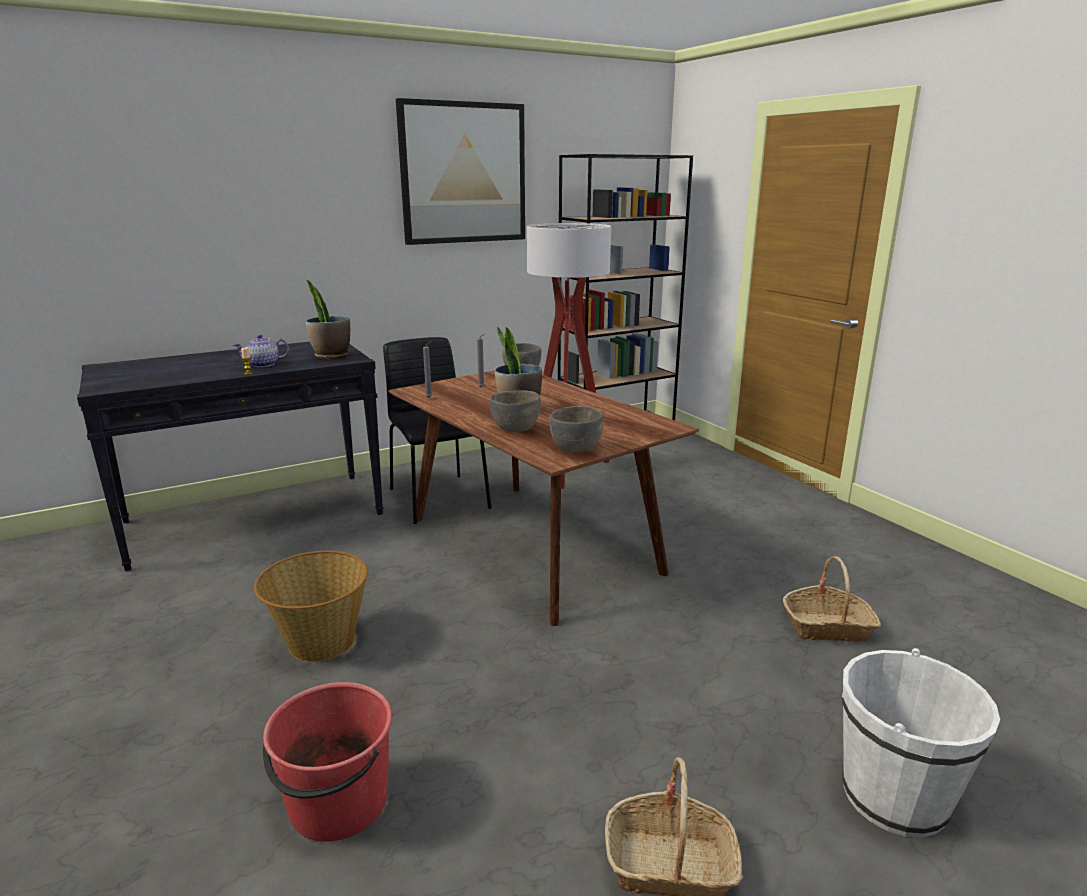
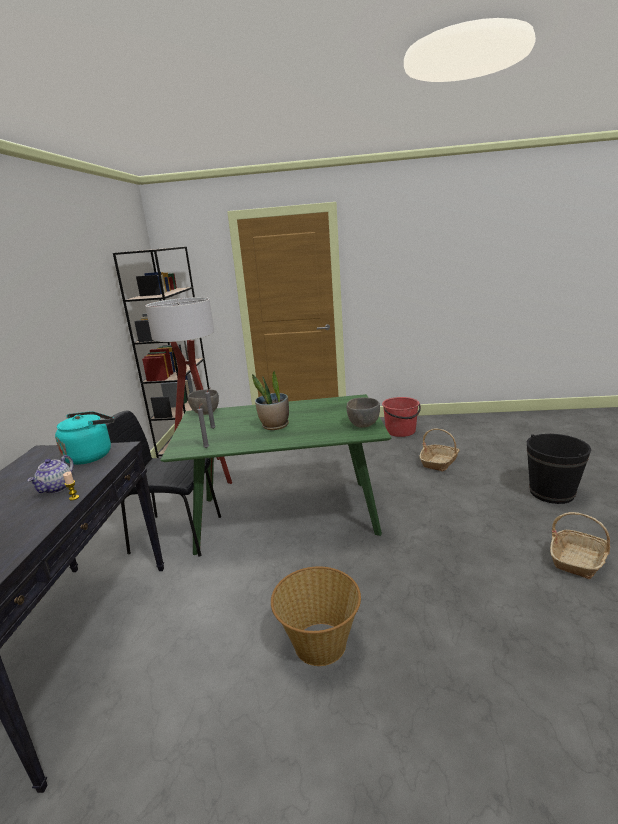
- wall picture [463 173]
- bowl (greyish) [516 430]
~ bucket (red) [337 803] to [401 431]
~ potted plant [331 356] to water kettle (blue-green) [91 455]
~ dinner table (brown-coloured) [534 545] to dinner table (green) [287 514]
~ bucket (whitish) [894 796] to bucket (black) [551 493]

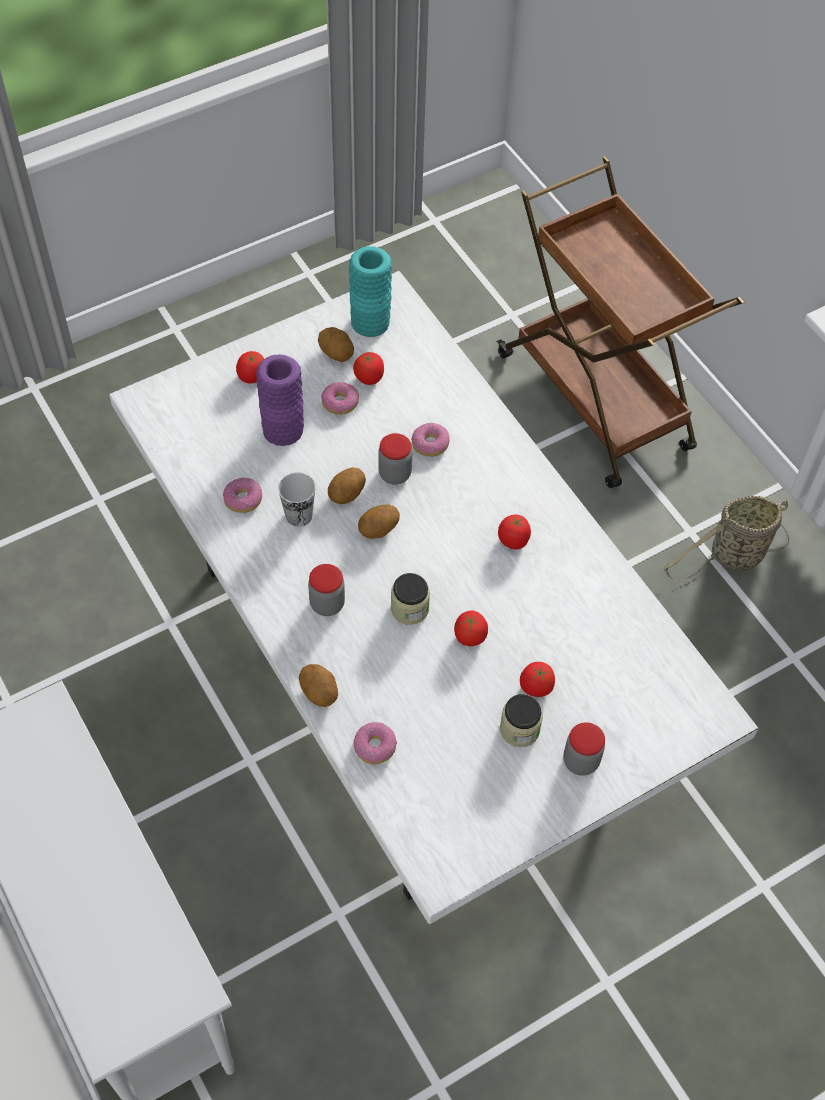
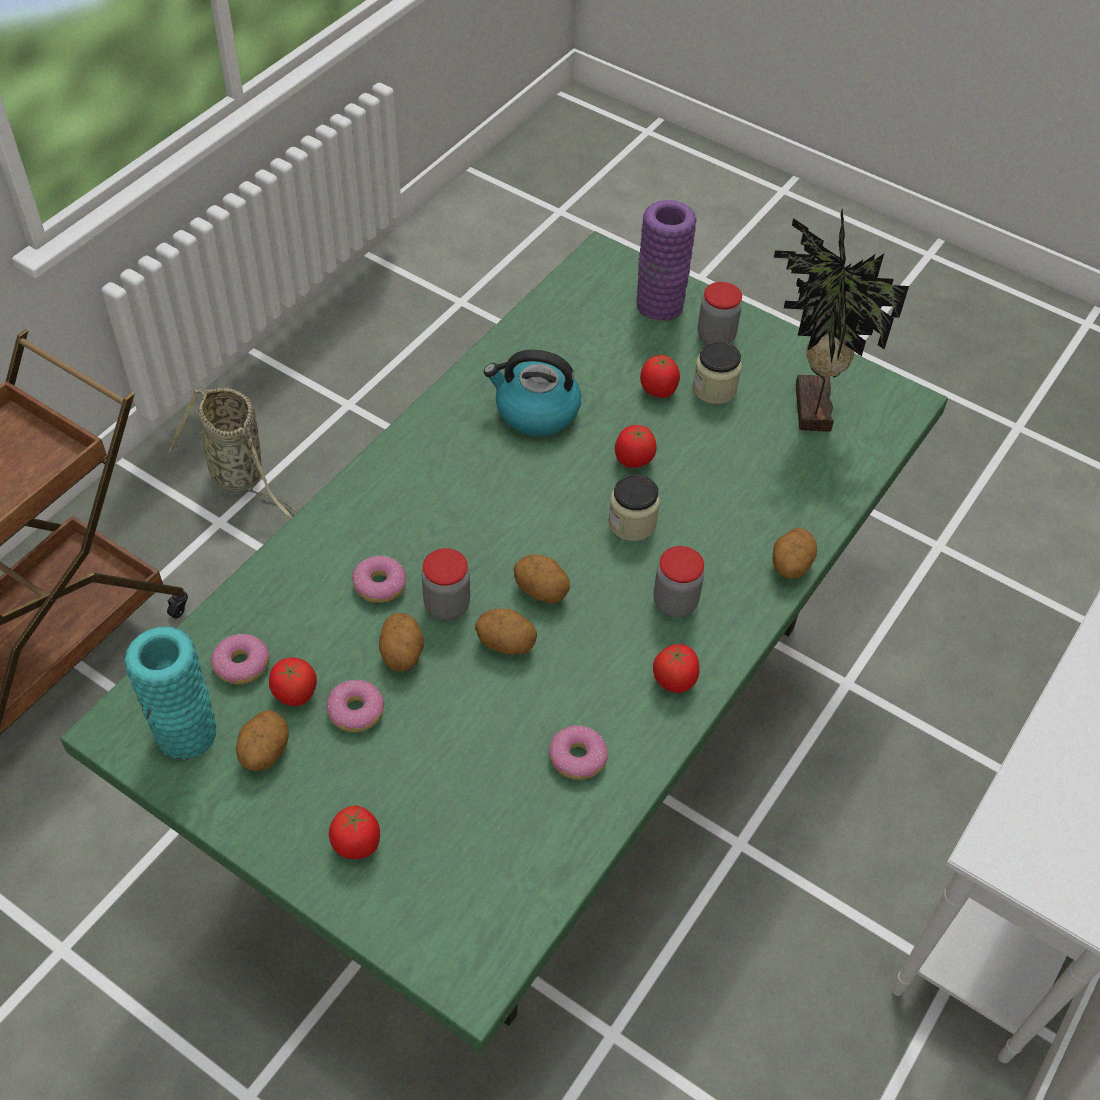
- cup [299 515]
+ spud [402 654]
+ water kettle [535 411]
+ potted plant [808 409]
~ decorative vase (purple-coloured) [283 430] to [659 304]
~ donut [374 746] to [241 665]
~ whole tomato [513 541] to [674 680]
~ dinner table (whitish) [409 675] to dinner table (green) [542 725]

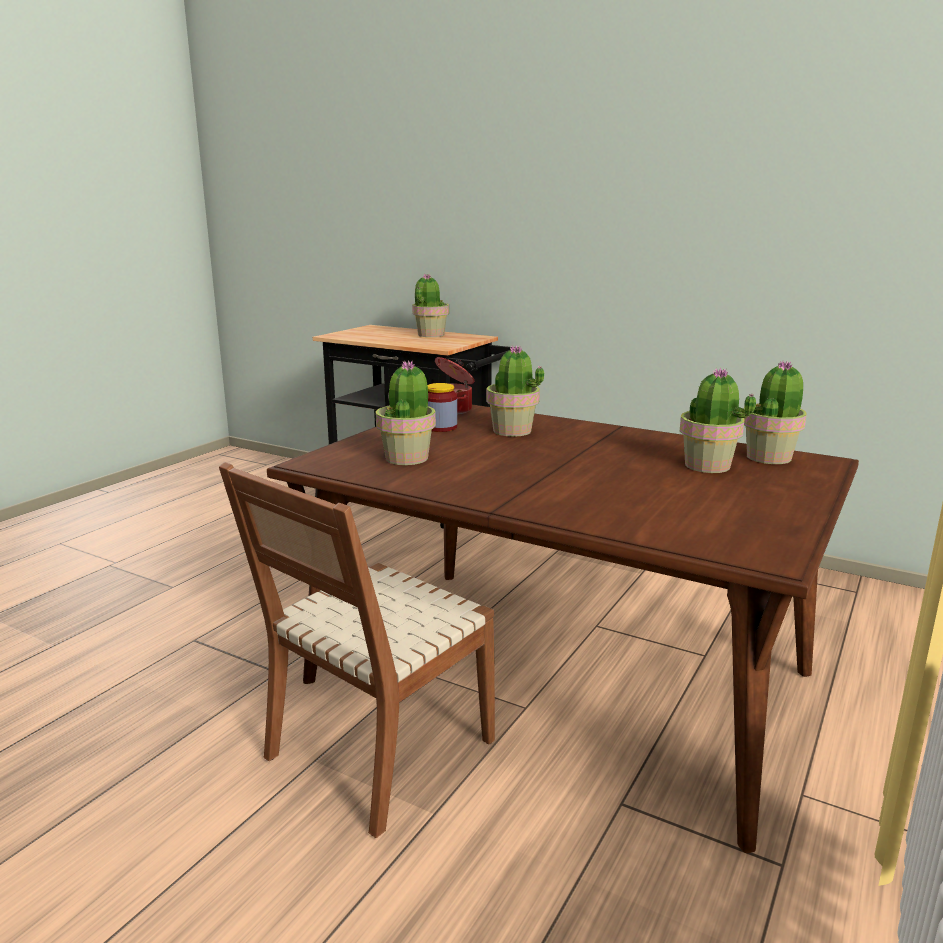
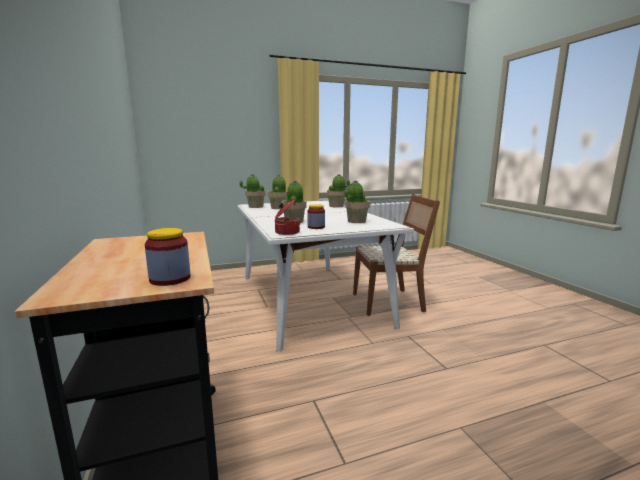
+ preserve jar [170 279]
~ potted plant [430 335] to [336 206]
~ dinner table (brown-coloured) [561 677] to dinner table (whitish) [309 299]

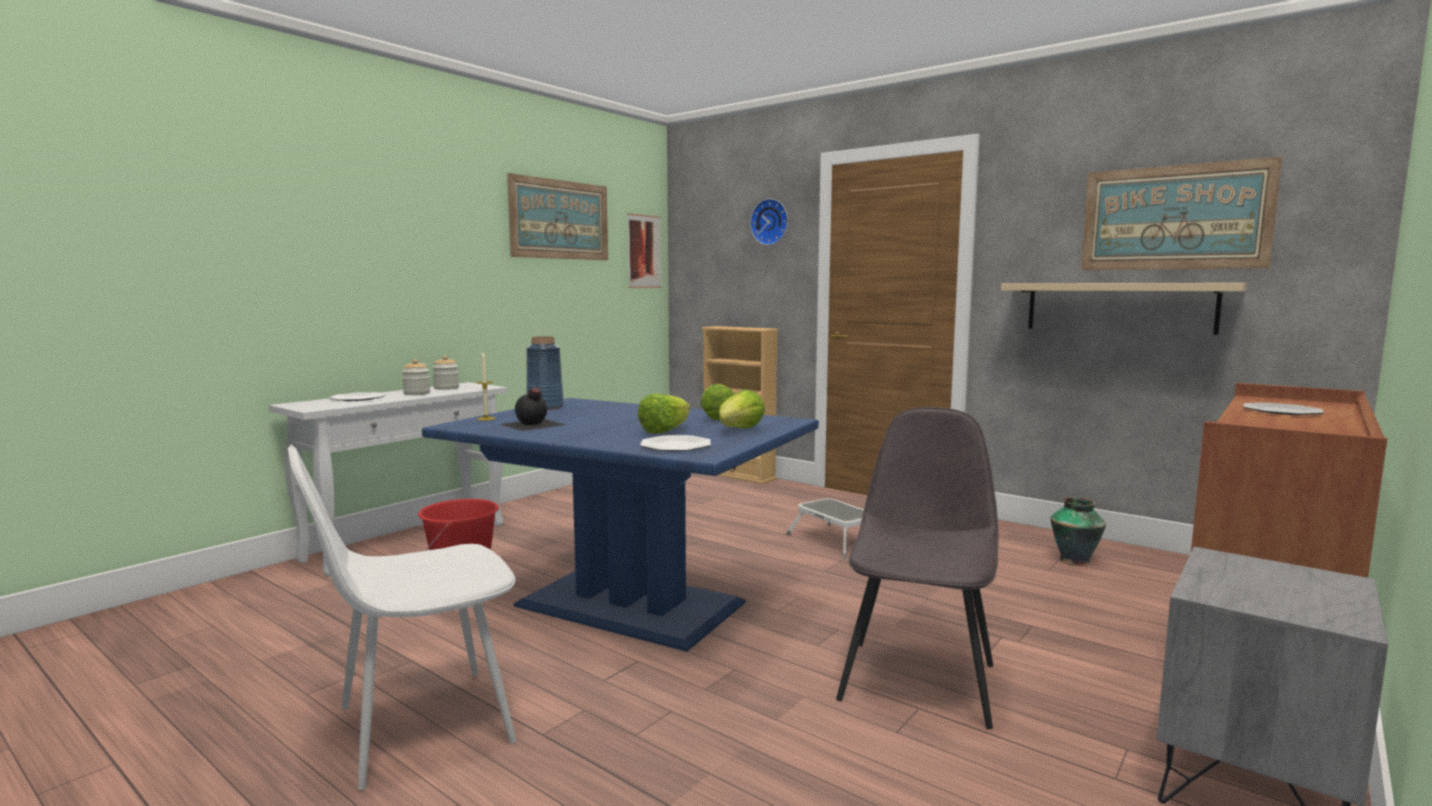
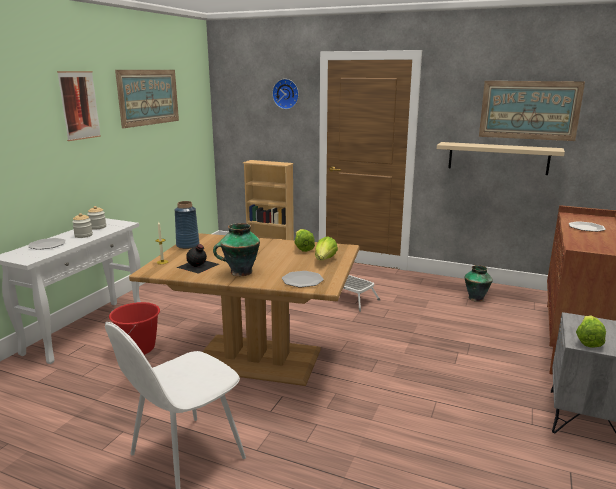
- plain chair (greyish) [918 679]
+ decorative vase [240 272]
~ wall picture [644 251] to [79 105]
~ head of lettuce [665 431] to [588 341]
~ dinner table (blue-coloured) [629 605] to dinner table (brown-coloured) [257 360]

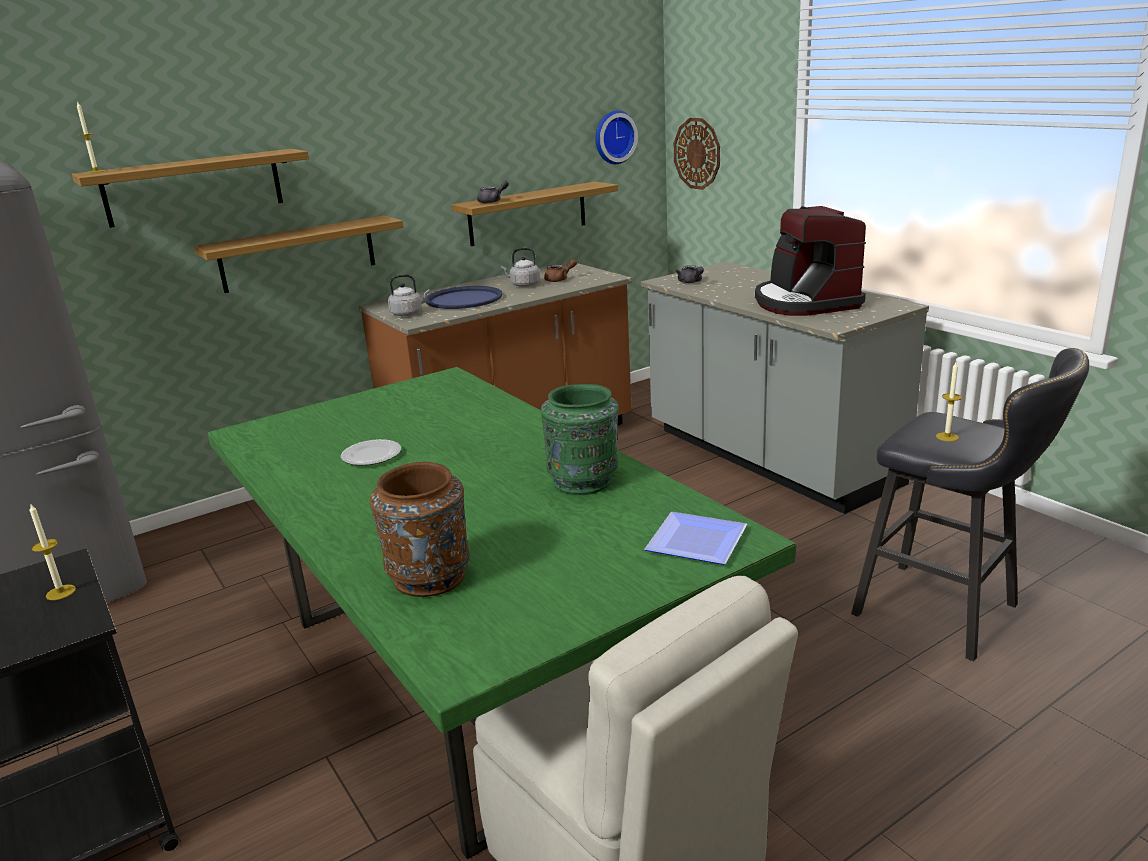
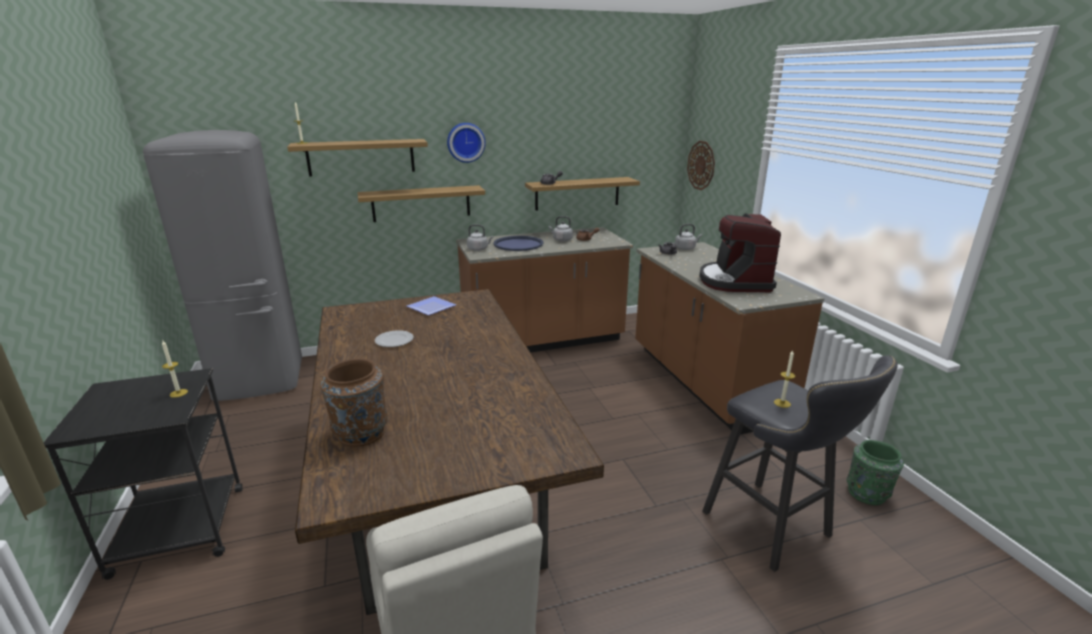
+ water kettle (greyish) [686 248]
~ decorative vase (green) [584 481] to [867 494]
~ wall clock [613 137] to [465 142]
~ flat dish [700 541] to [433 307]
~ dinner table (green) [477 675] to dinner table (brown-coloured) [439 491]
~ kitchen base unit (greyish) [768 458] to kitchen base unit (brown-coloured) [704 382]

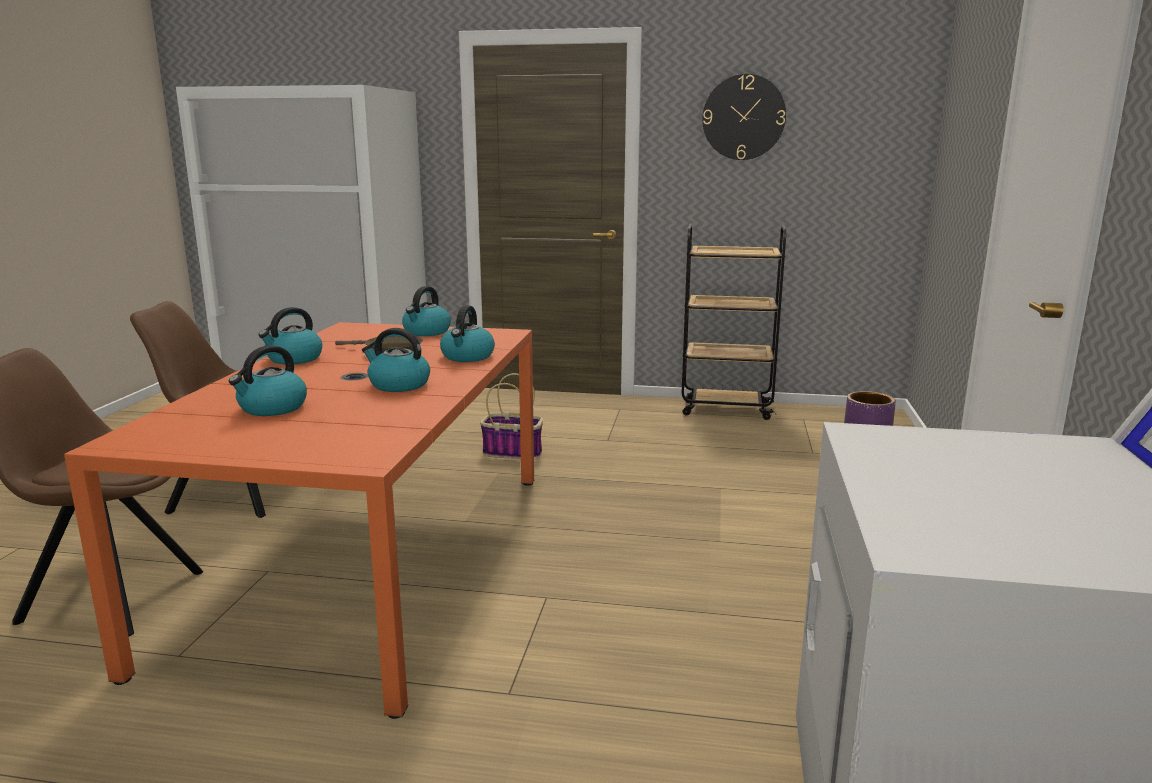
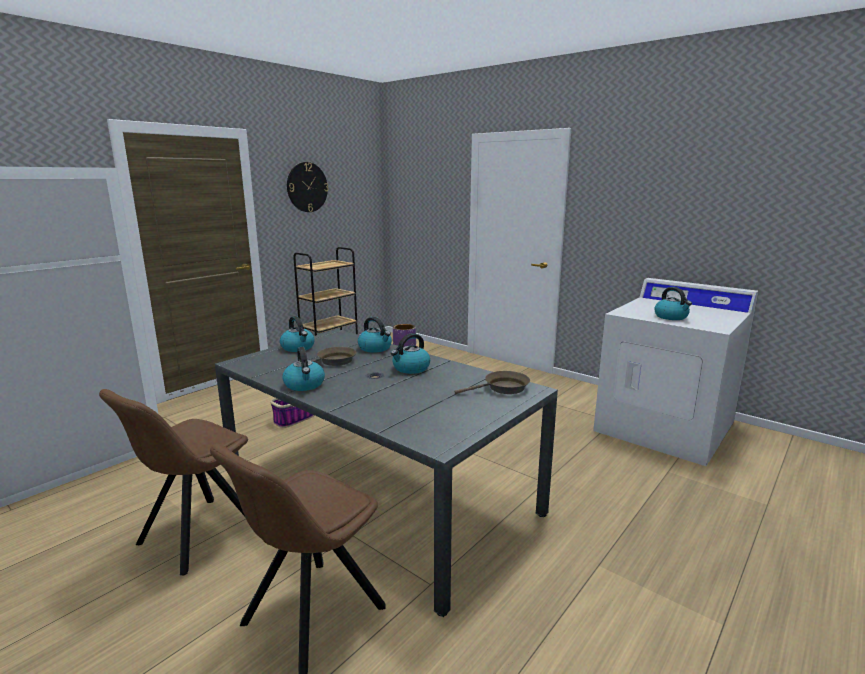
+ frying pan (brown-coloured) [503 388]
~ water kettle [272 408] to [671 317]
~ dinner table (orange) [370 560] to dinner table (greyish) [379 493]

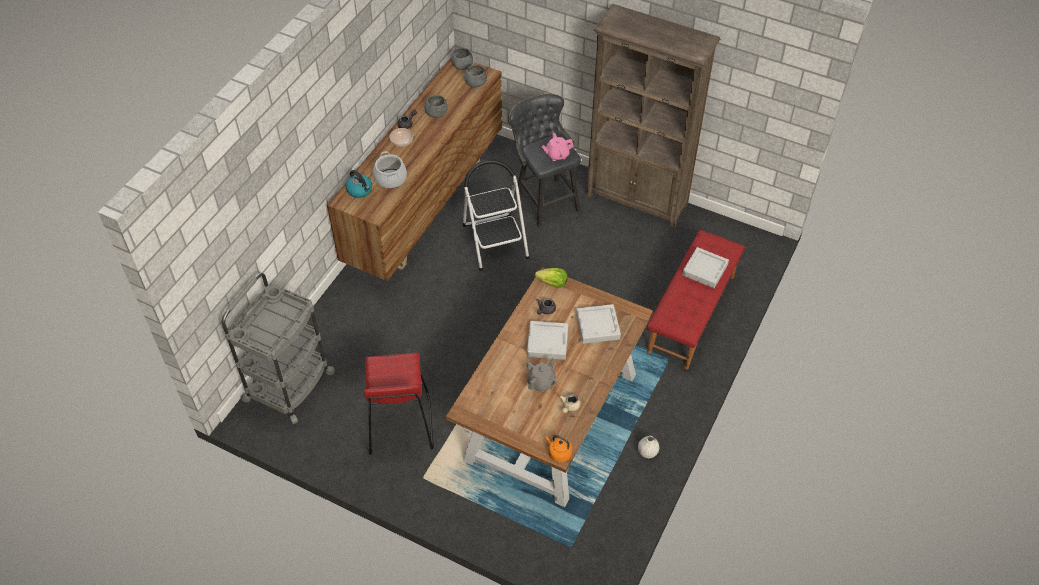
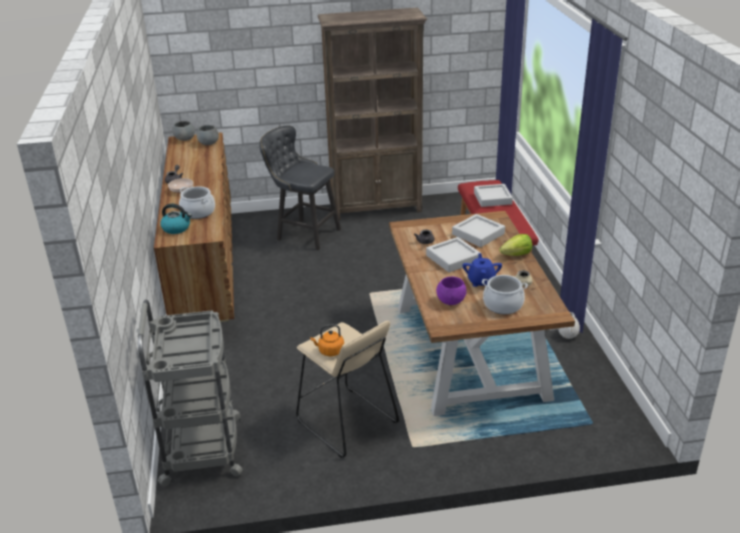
- bowl (greyish) [436 114]
- stepladder [495 240]
- teapot (pink) [557 155]
+ bowl (purple-coloured) [450 301]
+ saucepot [503 305]
~ head of lettuce [552 283] to [516 255]
~ water kettle (orange) [558 453] to [330 351]
~ sitting stool (red) [399 424] to sitting stool (sand-coloured) [346 422]
~ teapot (greyish) [541 382] to teapot (blue-coloured) [481 281]

